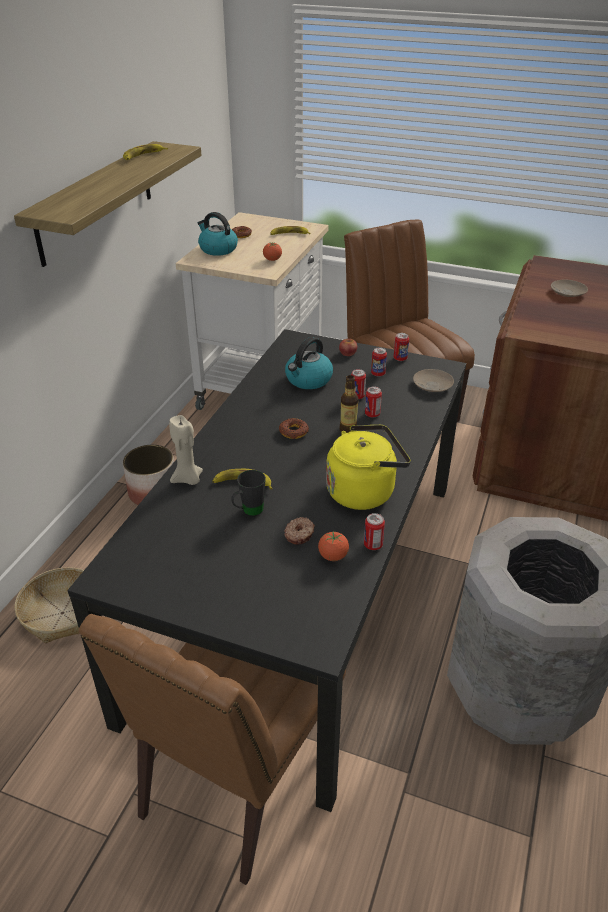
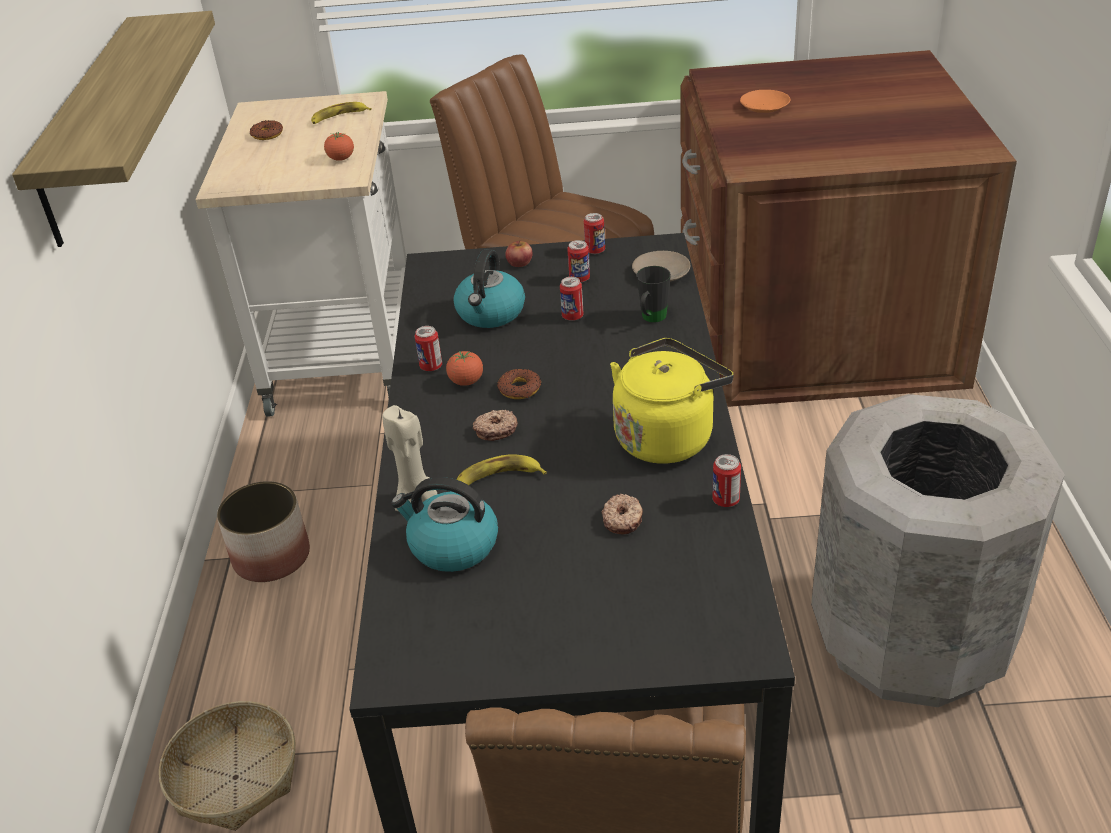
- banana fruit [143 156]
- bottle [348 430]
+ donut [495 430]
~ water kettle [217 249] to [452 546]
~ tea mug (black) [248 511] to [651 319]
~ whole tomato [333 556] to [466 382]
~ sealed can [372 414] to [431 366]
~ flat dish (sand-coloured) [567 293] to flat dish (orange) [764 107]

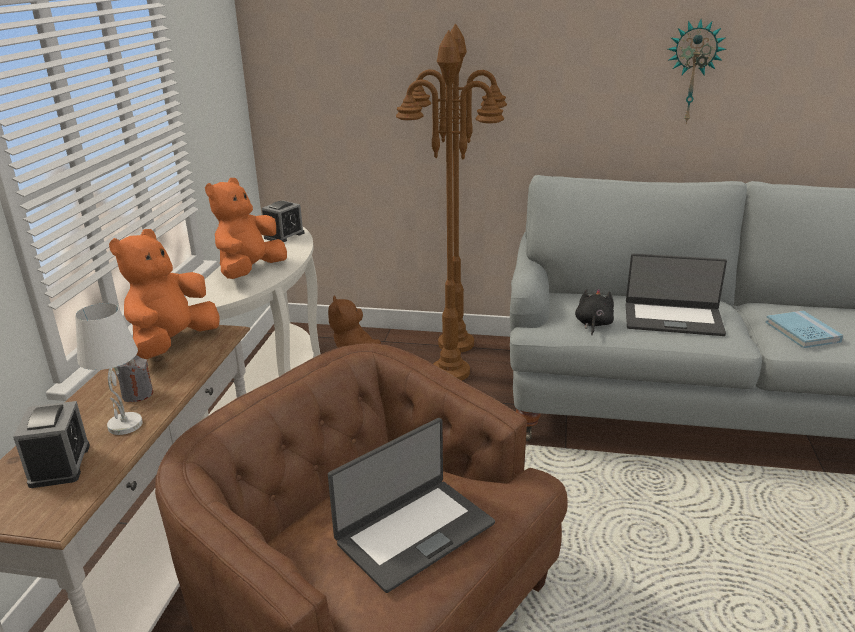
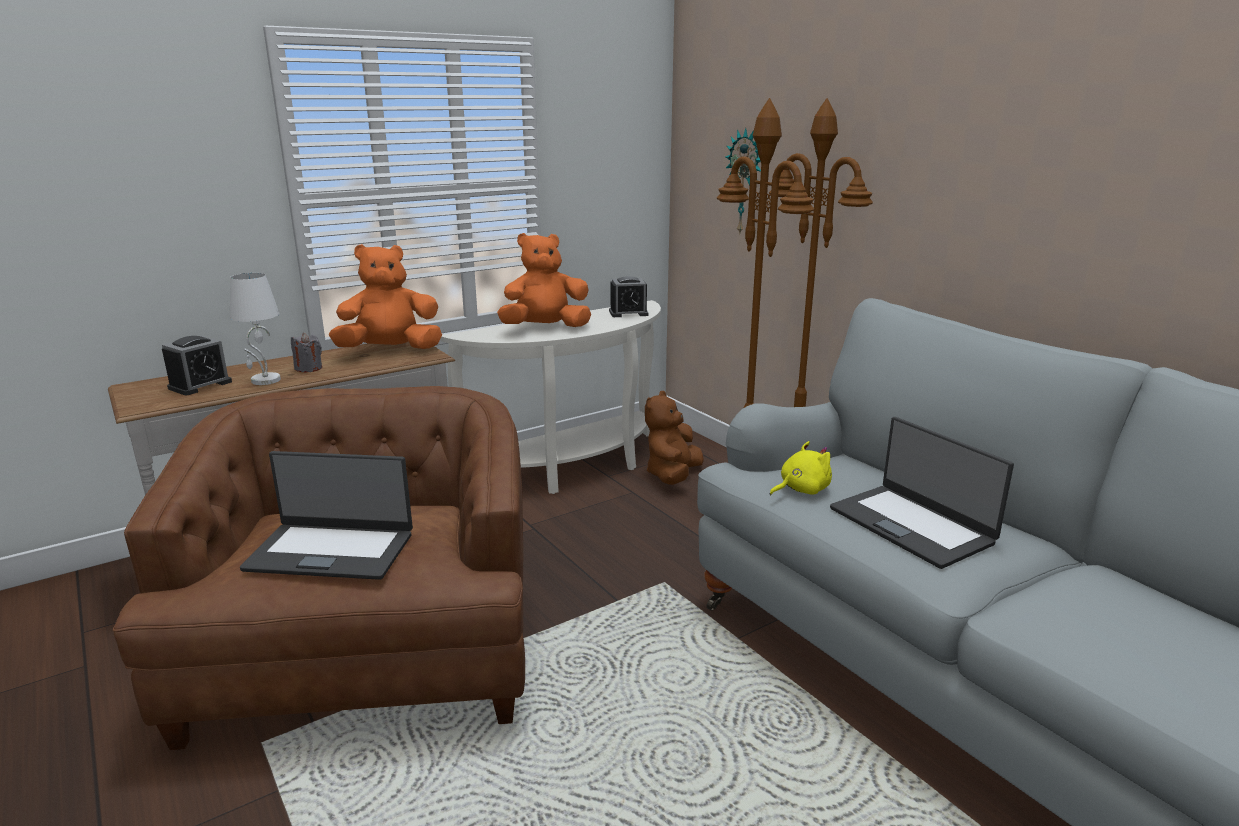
- bound book (blue-coloured) [802 332]
~ wall clock [692 72] to [746 182]
~ soft toy (black) [593 324] to soft toy (yellowish) [801 489]

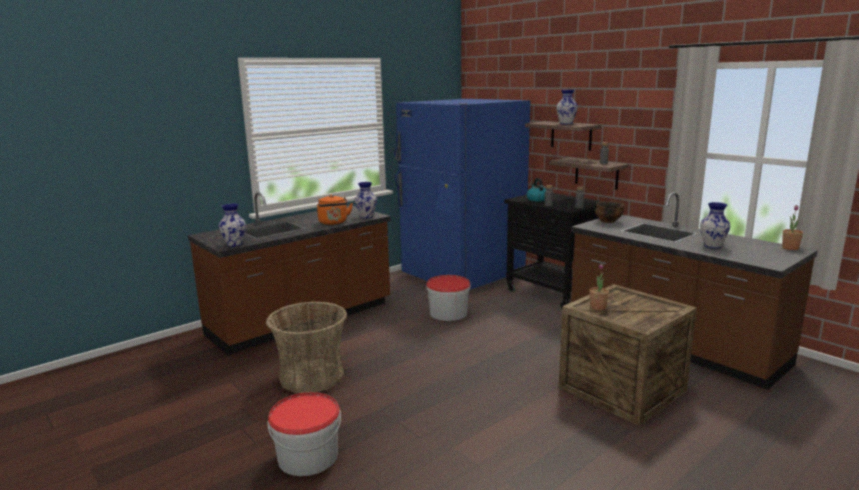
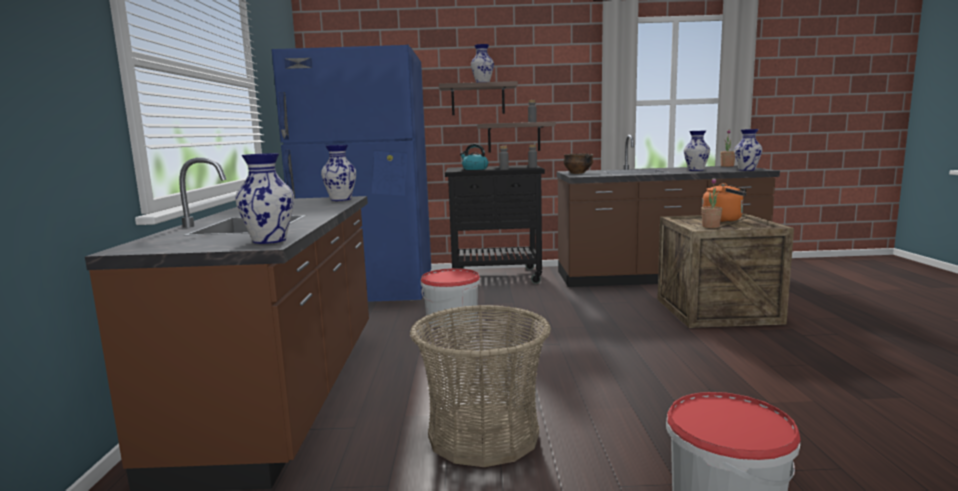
+ decorative vase [747 170]
~ water kettle (orange) [333 223] to [724 220]

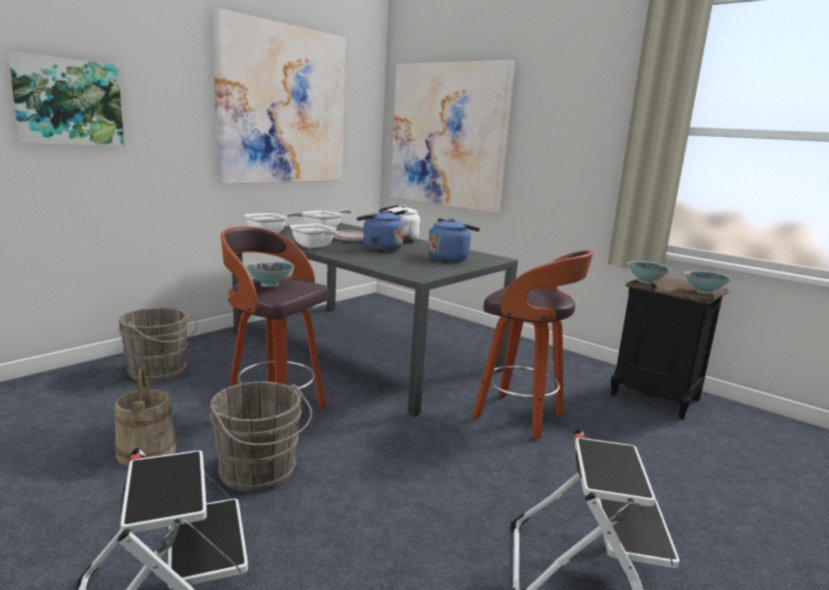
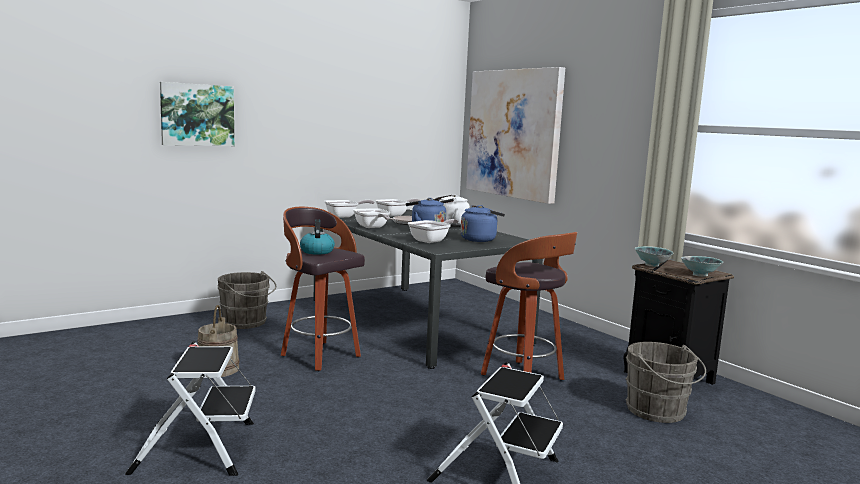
- wall picture [282 106]
+ frying pan [432 240]
~ bucket (greyish) [260 473] to [658 412]
~ bowl [270 285] to water kettle [317 251]

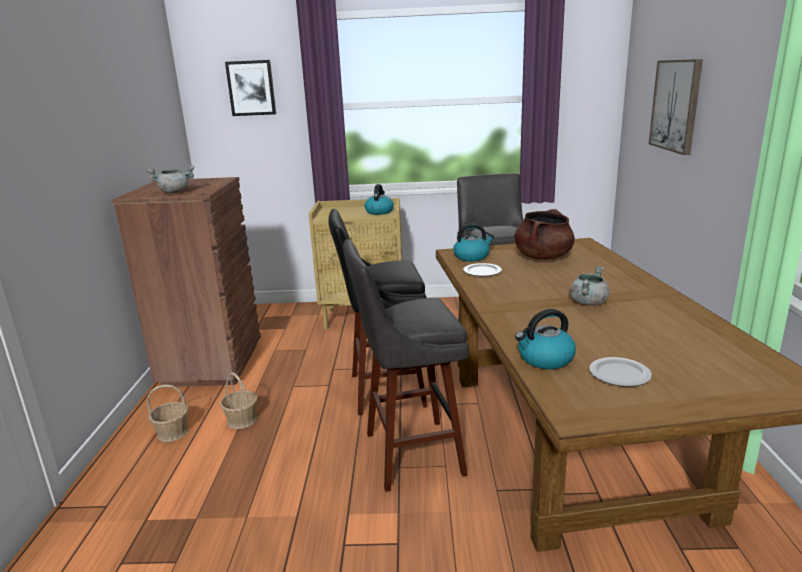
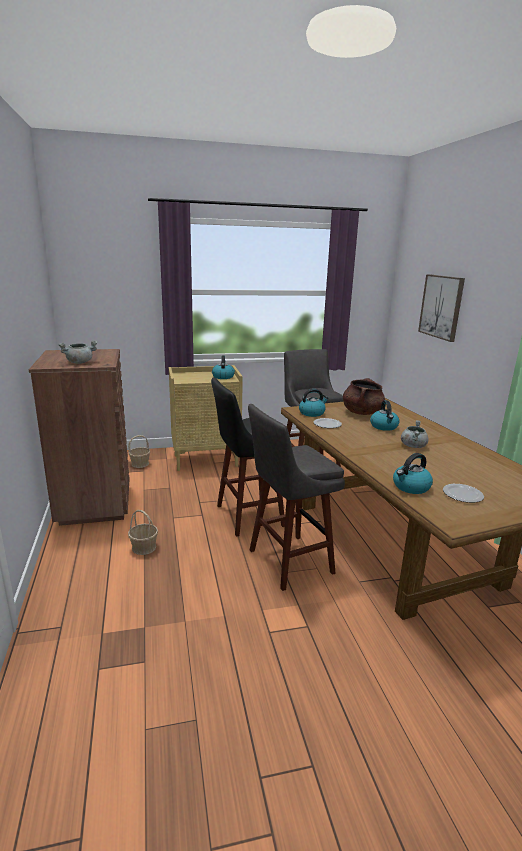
- wall picture [251 88]
+ water kettle [384 427]
~ basket [173 432] to [140 464]

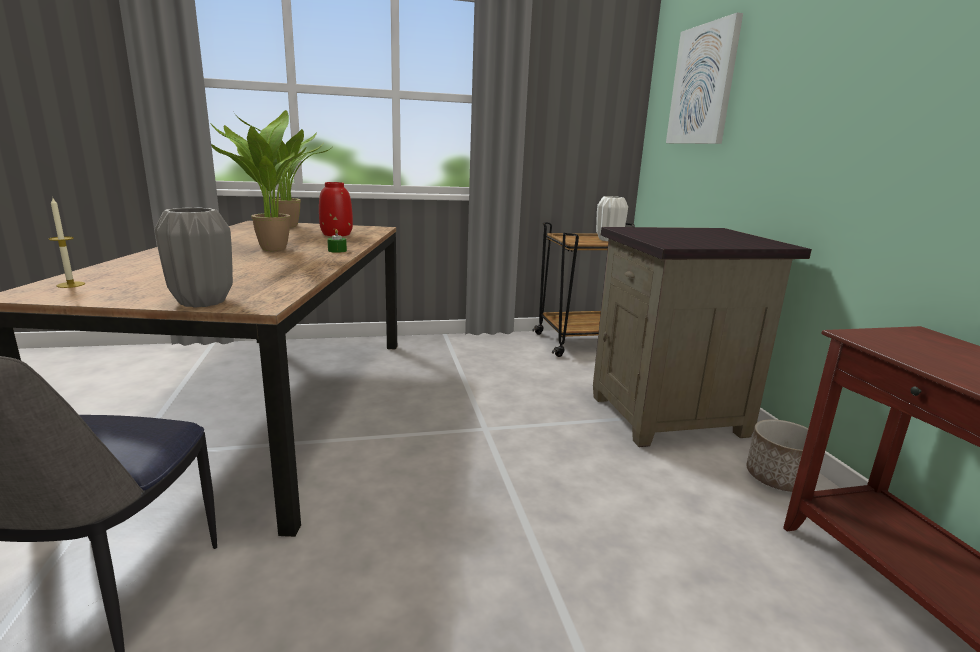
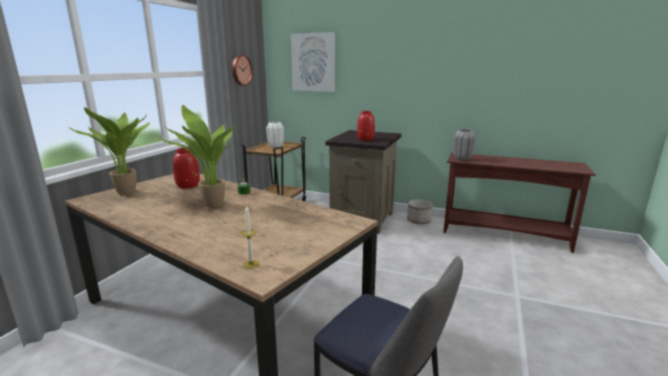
+ wall clock [241 70]
+ decorative vase (red) [365 139]
~ decorative vase (greyish) [202 302] to [462 159]

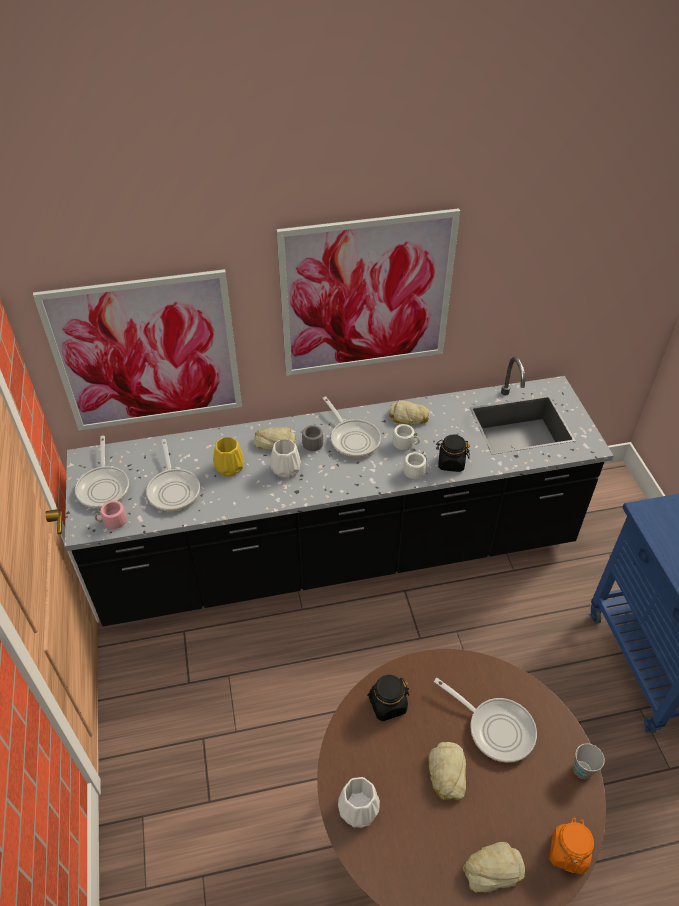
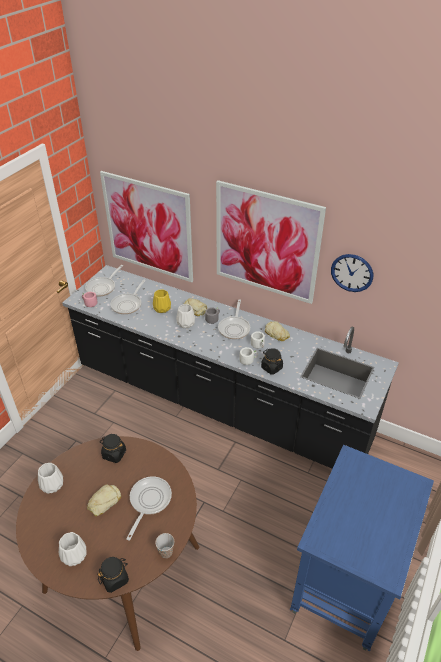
+ wall clock [352 273]
~ baked bread [491 869] to decorative vase (whitish) [74 554]
~ preserve jar (orange) [568 852] to preserve jar (black) [114 578]
~ frying pan [496 728] = [149 501] 150 degrees counterclockwise

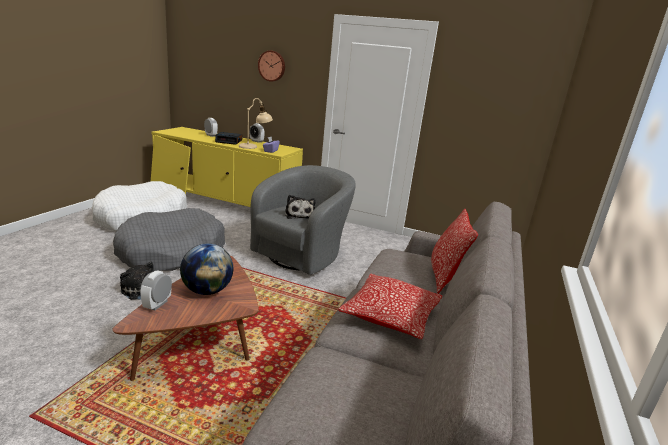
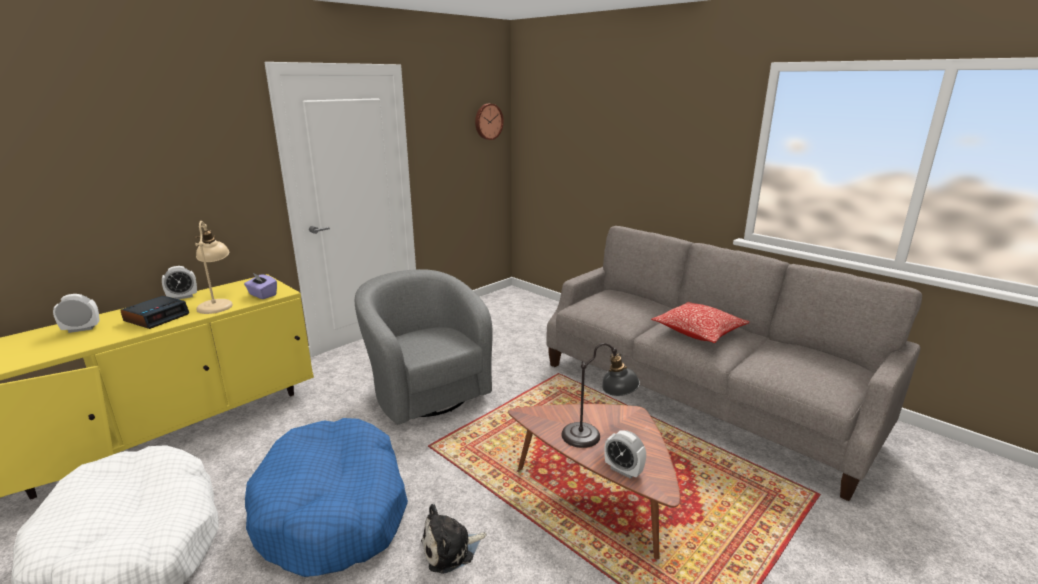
- soft toy [299 215]
- cushion [444 277]
~ wall clock [272 66] to [488 121]
~ world globe [207 291] to tabletop lamp (greyish) [597 433]
~ pet bed (greyish) [171 252] to pet bed (blue-coloured) [333 510]

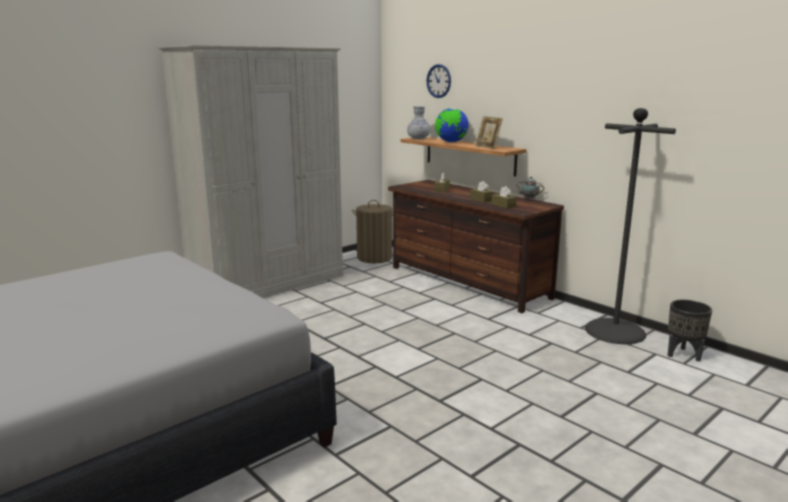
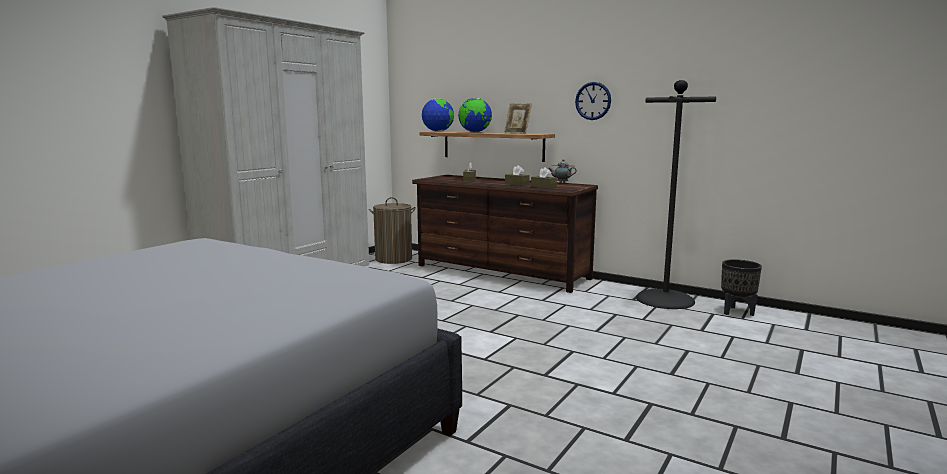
~ wall clock [438 81] to [593 101]
~ decorative vase [418 138] to world globe [438 131]

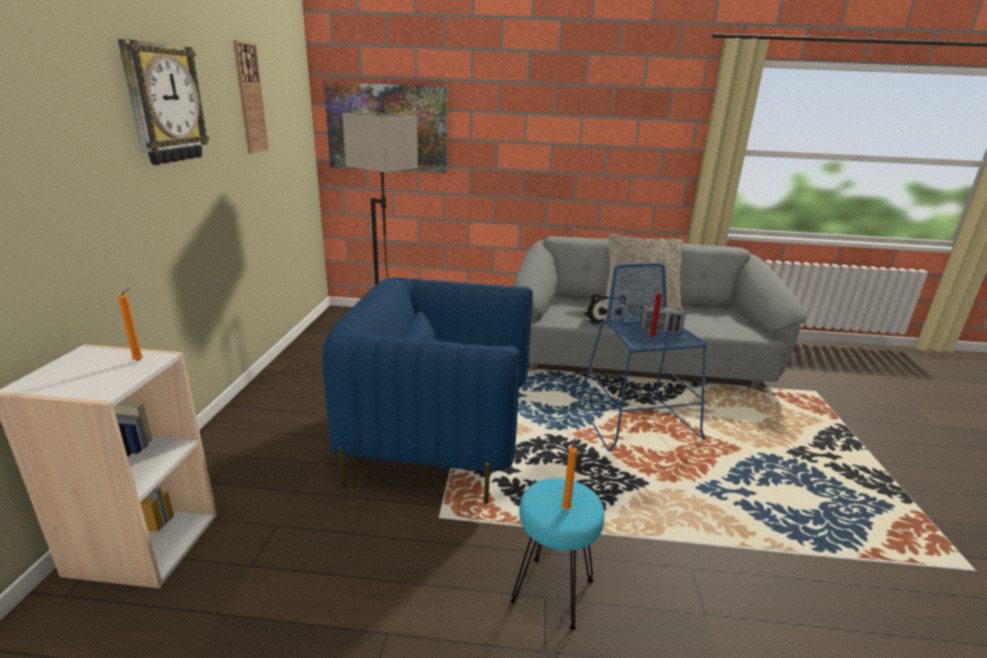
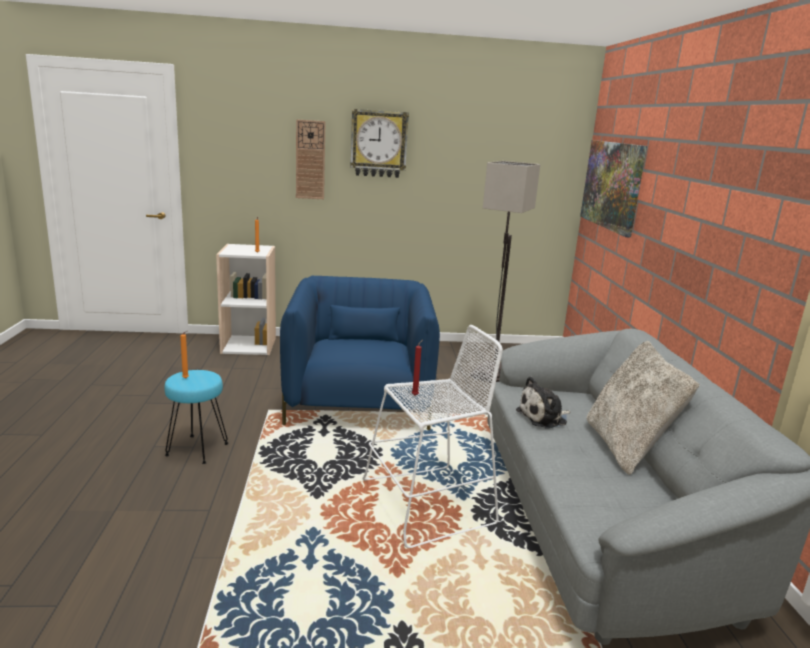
- radio receiver [660 331]
~ wall clock [250 98] to [310 160]
~ sitting stool (blue-coloured) [638 423] to sitting stool (whitish) [426 504]

